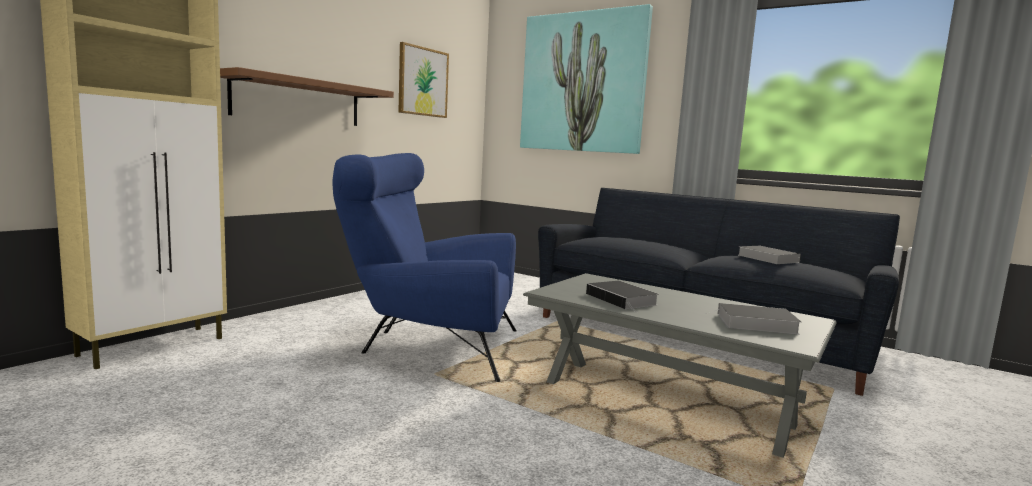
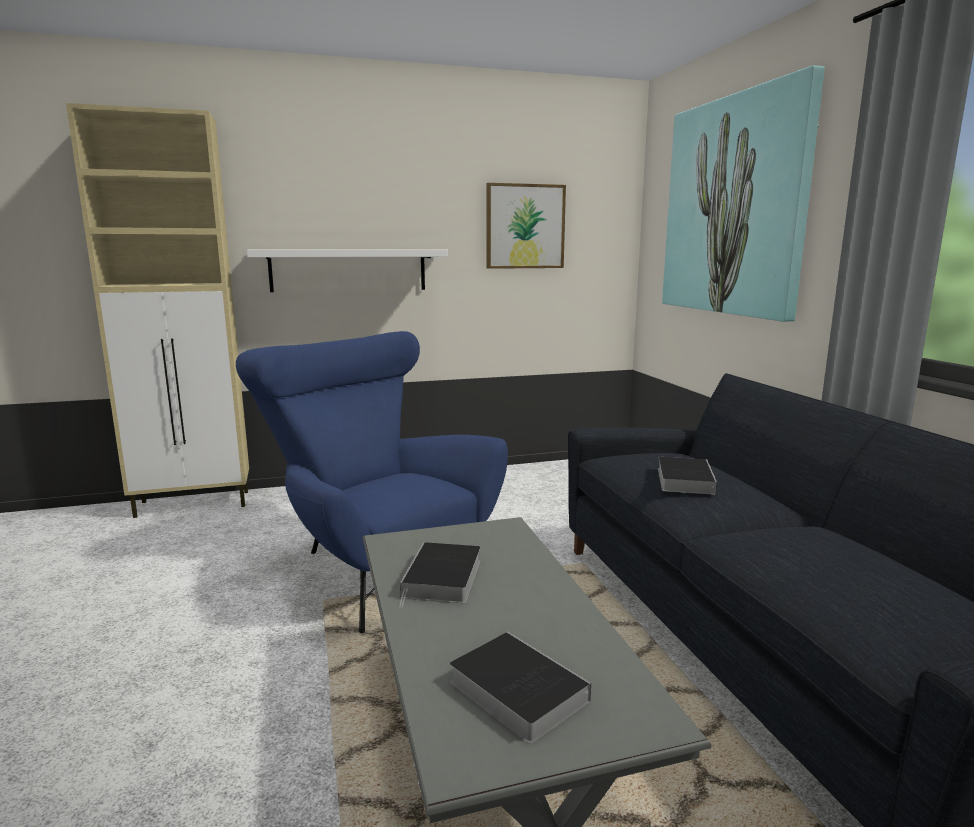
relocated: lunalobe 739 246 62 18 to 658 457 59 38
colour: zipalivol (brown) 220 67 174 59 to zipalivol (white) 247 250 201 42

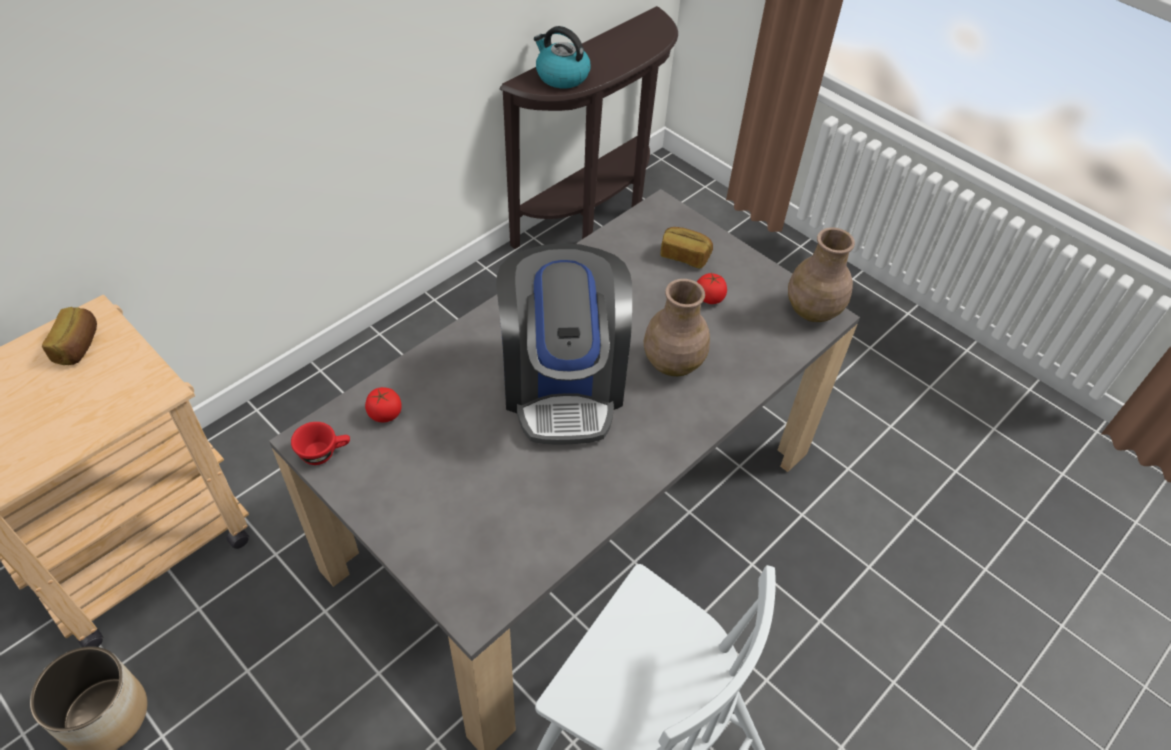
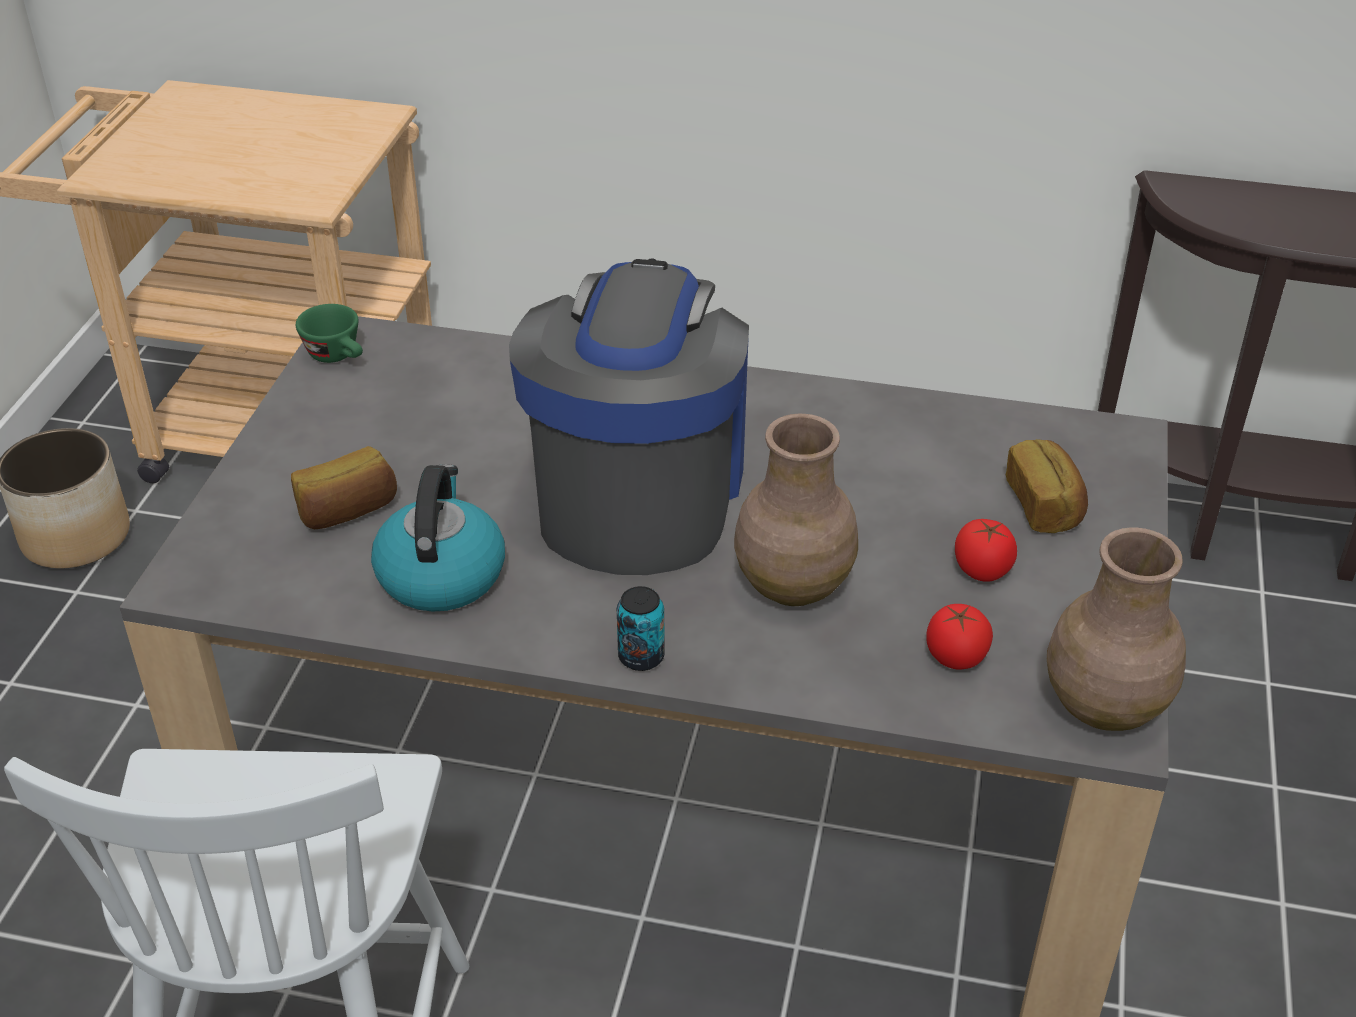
appeared: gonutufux 617 586 48 85
relocated: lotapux 42 307 55 58 to 291 446 106 83; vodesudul 365 387 37 36 to 926 604 67 66; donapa 534 26 57 63 to 371 464 134 148
colour: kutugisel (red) 291 422 59 43 to kutugisel (green) 296 304 67 59
spun: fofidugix 496 243 136 202 = 509 258 240 317 135 degrees clockwise

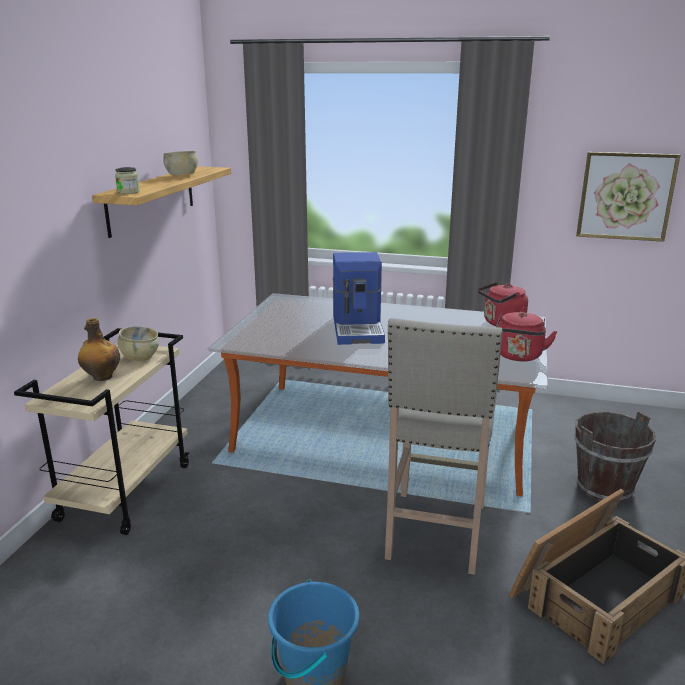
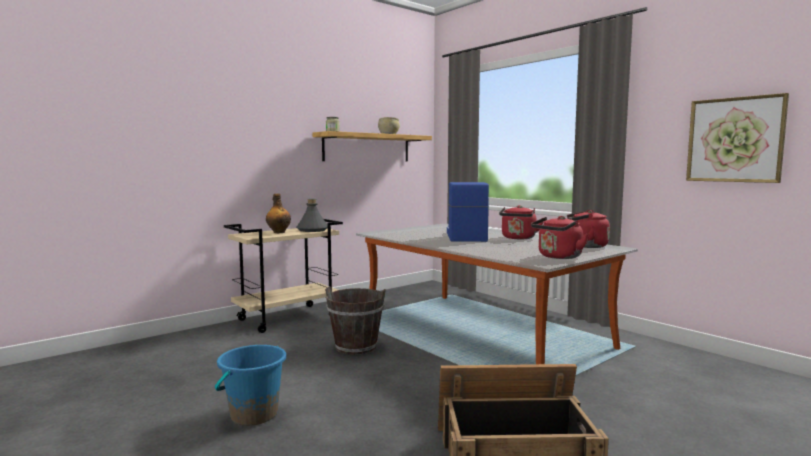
missing: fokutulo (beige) 385 318 118 257
appeared: donapa (red) 499 205 44 34
relocated: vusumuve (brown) 574 411 82 92 to 325 286 61 69
exchanged: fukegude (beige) 118 326 41 35 to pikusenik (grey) 296 199 32 33
spun: fofidugix 333 252 52 93 = 447 182 42 60 150 degrees clockwise

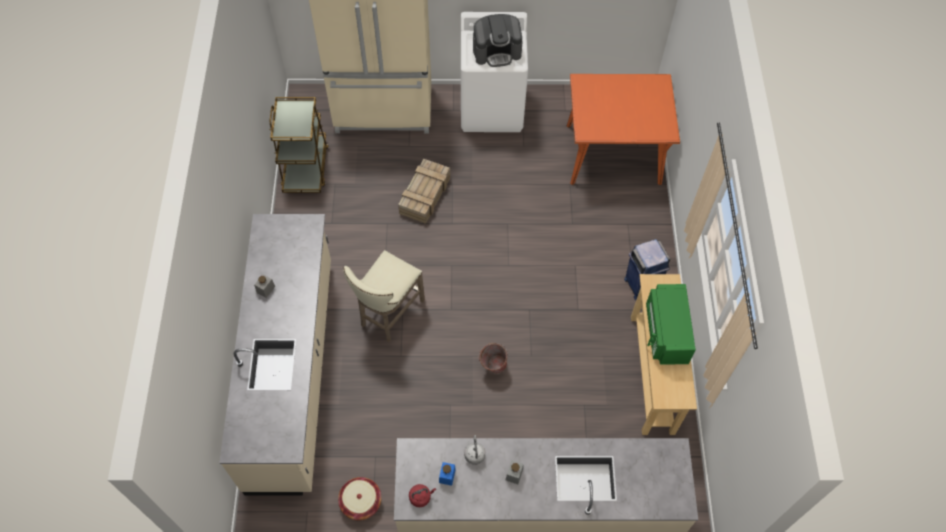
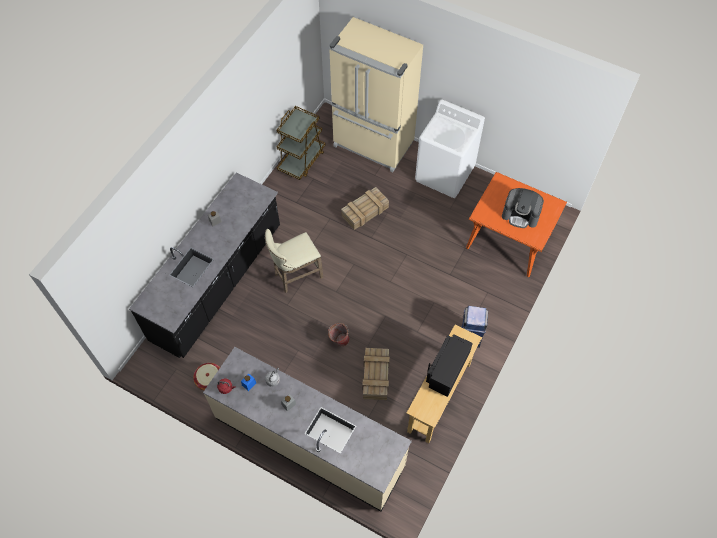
appeared: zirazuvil 362 348 28 52
relocated: fofidugix 473 14 50 53 to 502 188 42 40
colour: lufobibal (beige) 219 214 112 281 to lufobibal (black) 129 173 151 185; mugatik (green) 646 284 50 81 to mugatik (black) 426 334 47 63

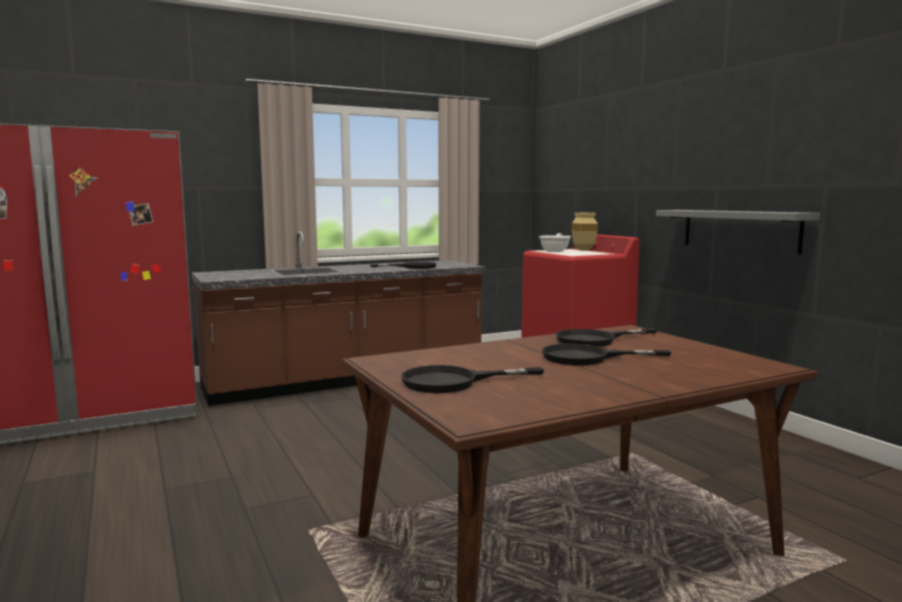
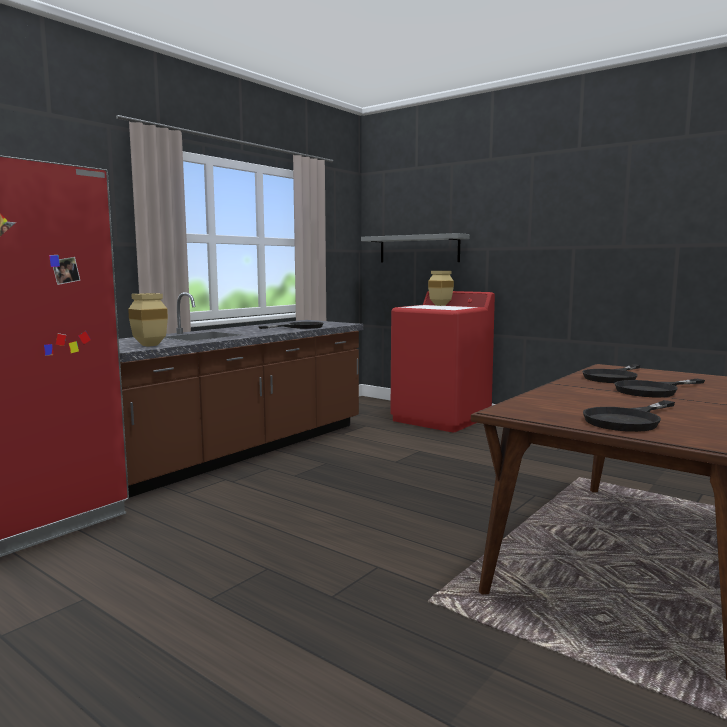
missing: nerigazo 539 233 32 19
appeared: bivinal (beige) 128 293 40 54
relocated: zipalivol (grey) 656 210 164 44 to 361 233 109 30

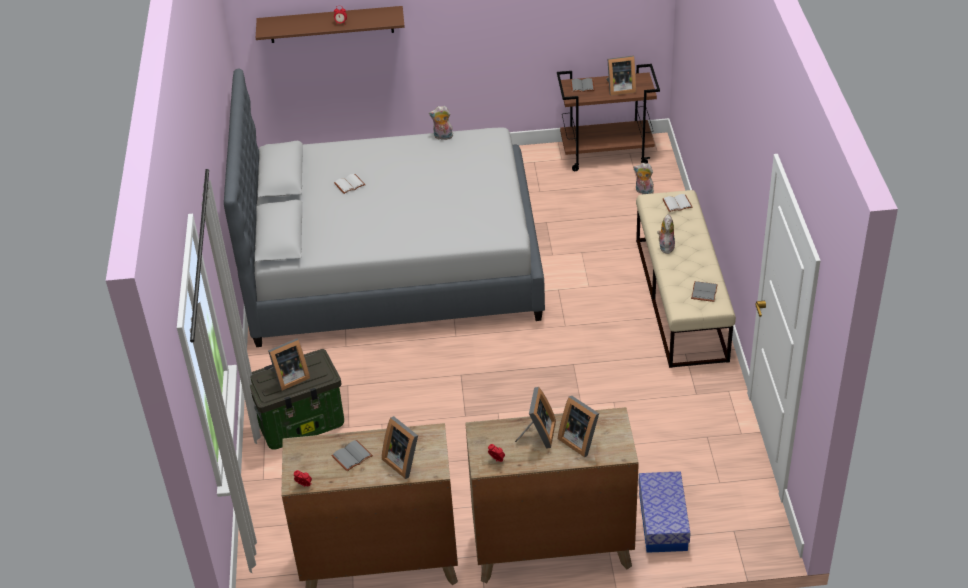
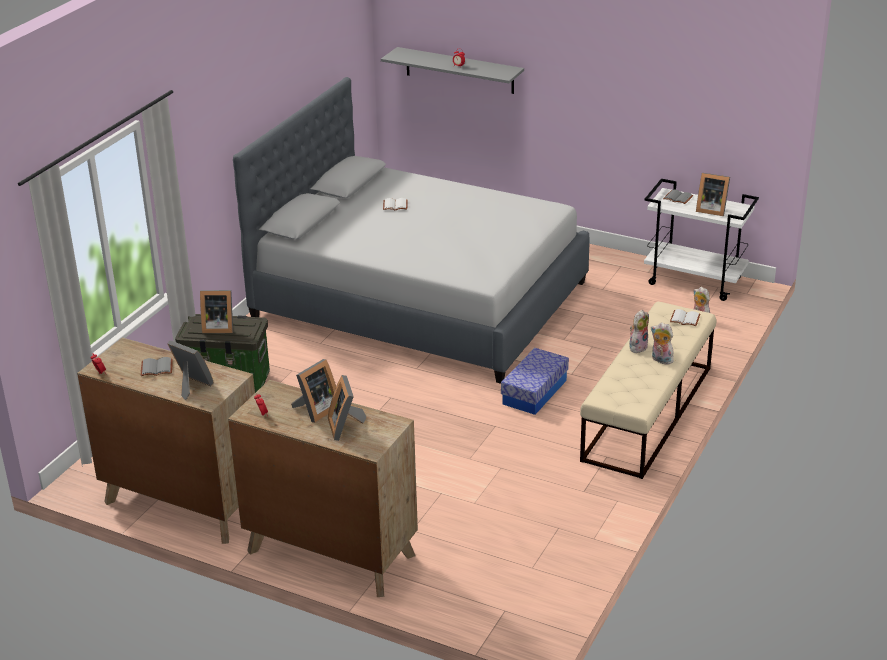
missing: lunalobe (grey) 691 281 27 21
relocated: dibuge 429 106 24 34 to 651 323 23 41; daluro 639 471 52 82 to 501 348 68 67
colour: zipalivol (brown) 256 6 149 37 to zipalivol (grey) 381 47 143 47; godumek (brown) 557 64 103 107 to godumek (white) 644 179 115 122
spun: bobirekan 382 416 36 63 = 167 340 47 60 135 degrees clockwise

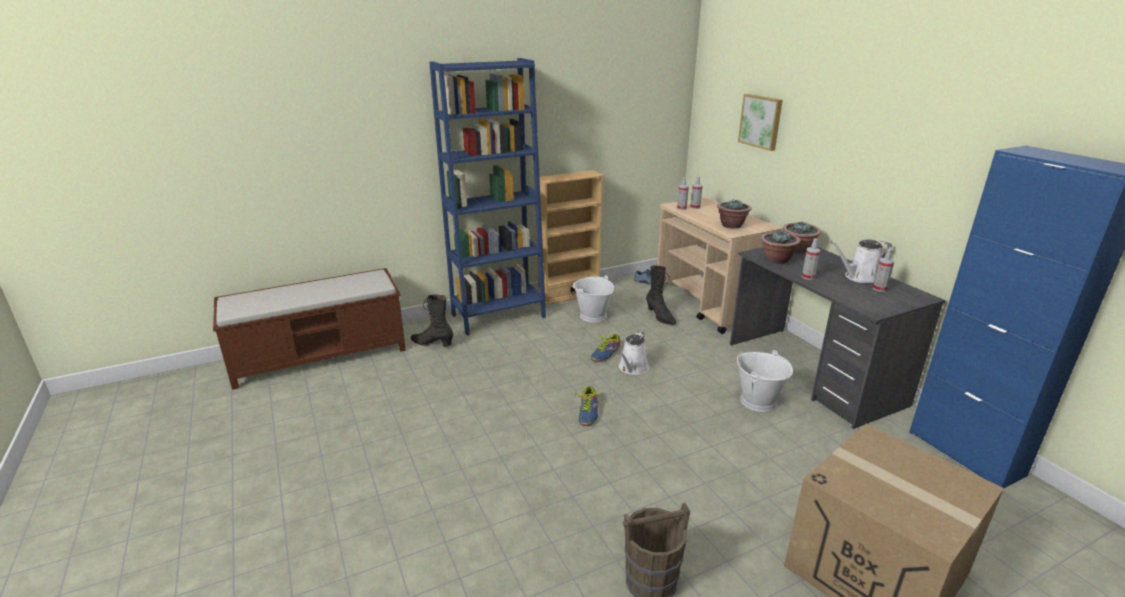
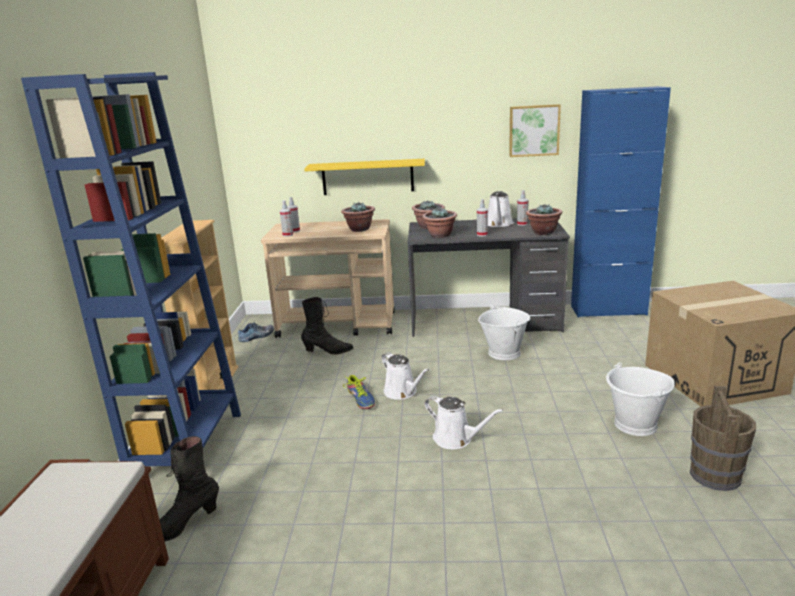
appeared: zipalivol (yellow) 304 159 121 36; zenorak 526 204 36 31
relocated: vusumuve (white) 573 275 41 48 to 606 362 69 74; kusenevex 738 94 45 57 to 509 104 52 53
exchanged: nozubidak 575 386 25 40 to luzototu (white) 425 396 79 53

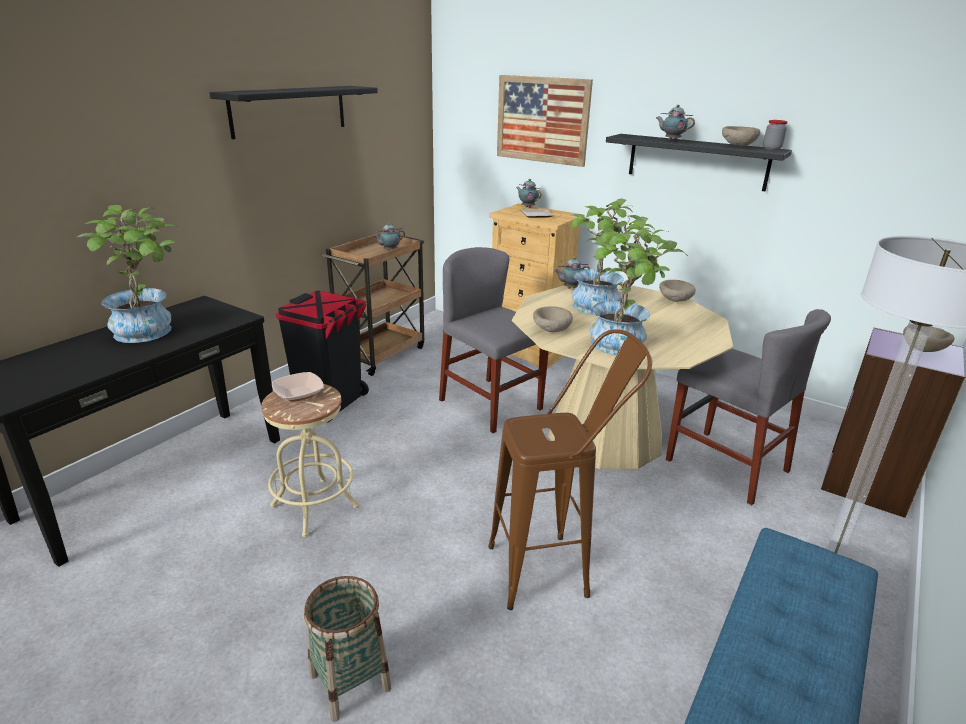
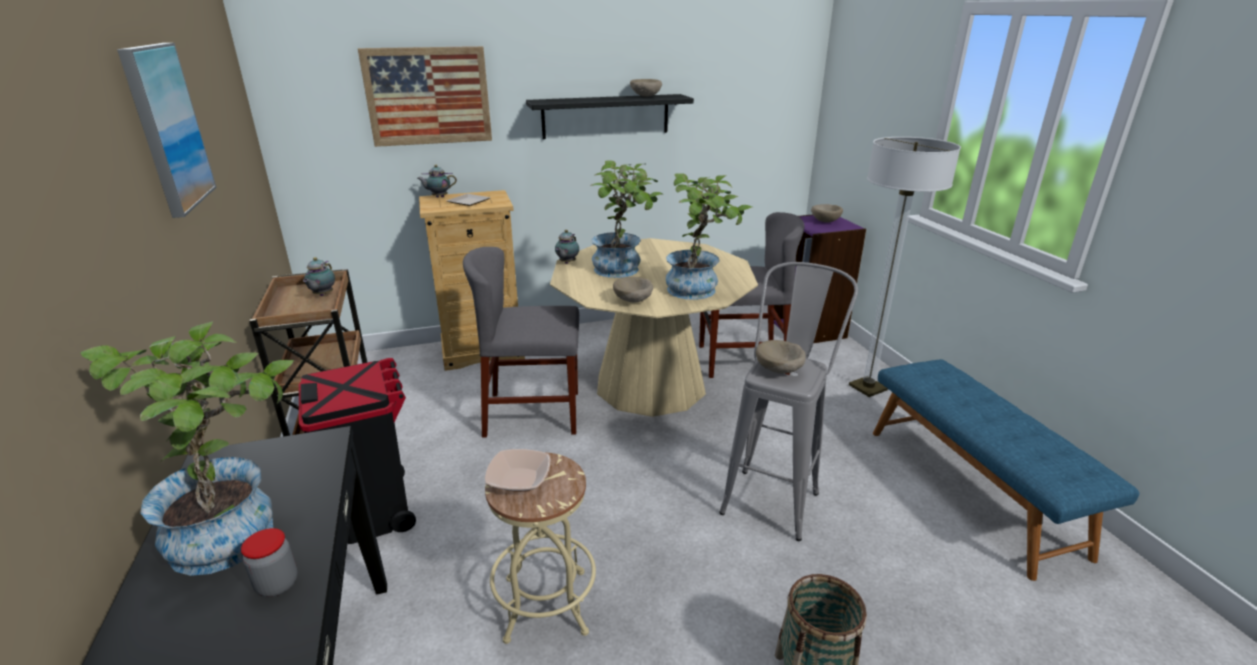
missing: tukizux 656 105 39 36
relocated: fukegude (beige) 659 280 37 22 to 756 340 50 34; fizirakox 763 120 24 30 to 241 528 56 69
exchanged: zipalivol (black) 209 86 169 53 to kusenevex 117 43 100 175
colour: fokutulo (brown) 488 329 164 281 to fokutulo (grey) 719 262 139 279

